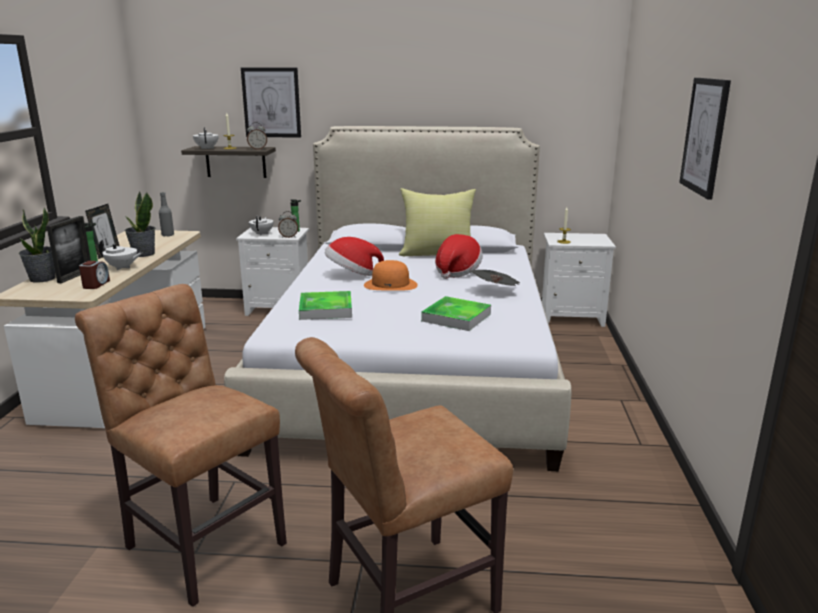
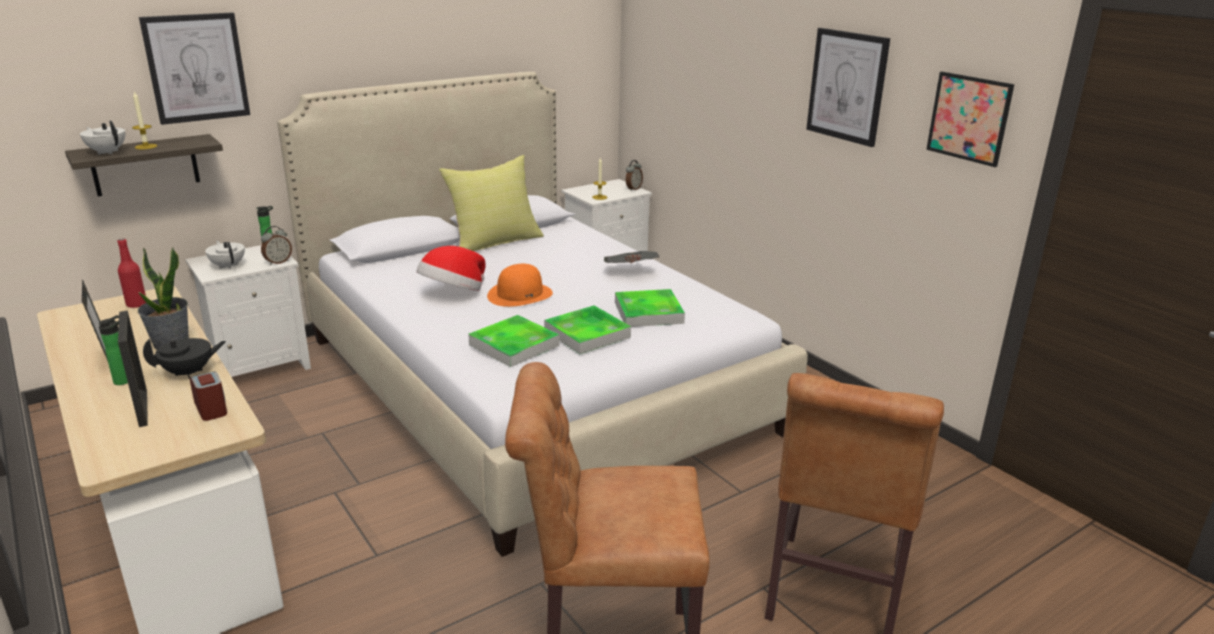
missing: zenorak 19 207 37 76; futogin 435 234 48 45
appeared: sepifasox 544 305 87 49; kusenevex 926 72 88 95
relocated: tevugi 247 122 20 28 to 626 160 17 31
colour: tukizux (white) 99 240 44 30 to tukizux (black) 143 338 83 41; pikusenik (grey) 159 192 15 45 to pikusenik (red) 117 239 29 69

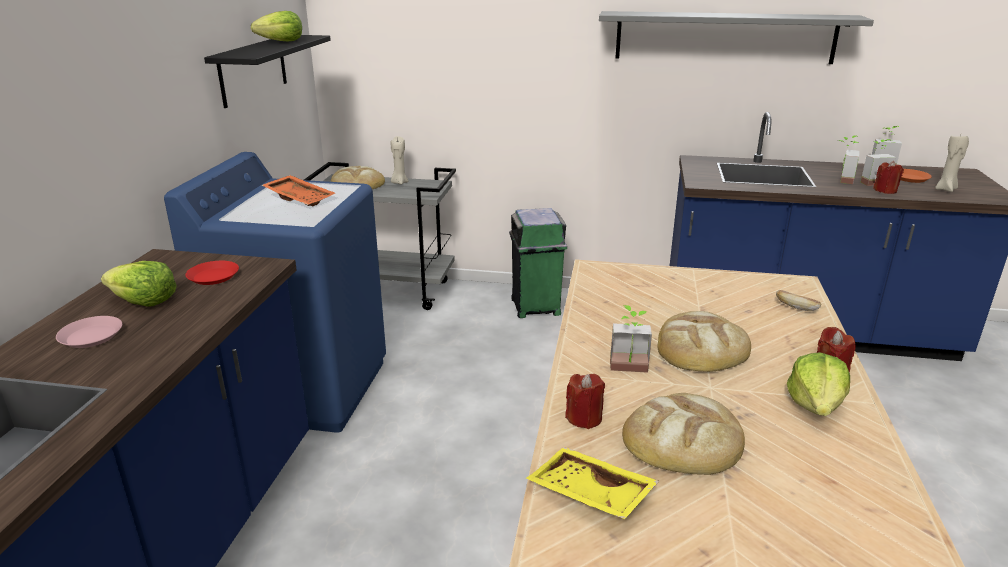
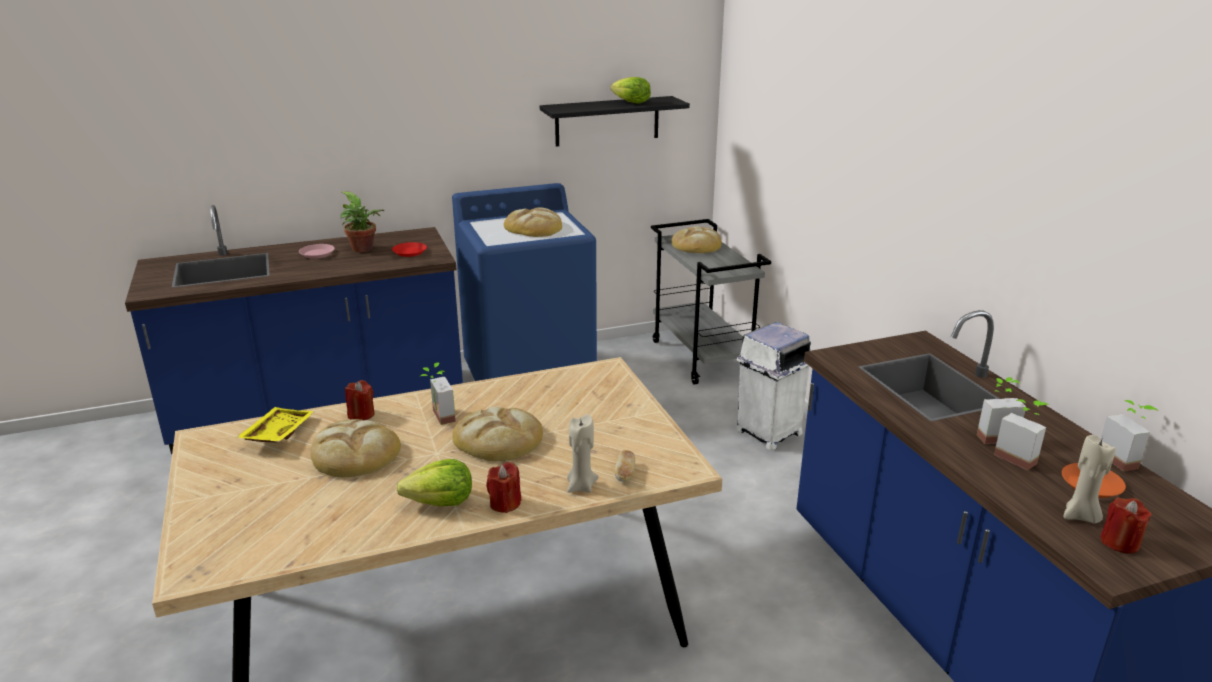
missing: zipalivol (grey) 599 11 275 53
relocated: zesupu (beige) 391 136 17 49 to 567 414 31 79; zesupu (red) 873 161 31 33 to 1100 498 52 56
exchanged: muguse 101 261 76 46 to zenorak 340 191 44 61; sepifasox (orange) 262 175 73 31 to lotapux 504 207 58 30
colour: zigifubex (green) 509 208 58 110 to zigifubex (white) 737 322 74 128

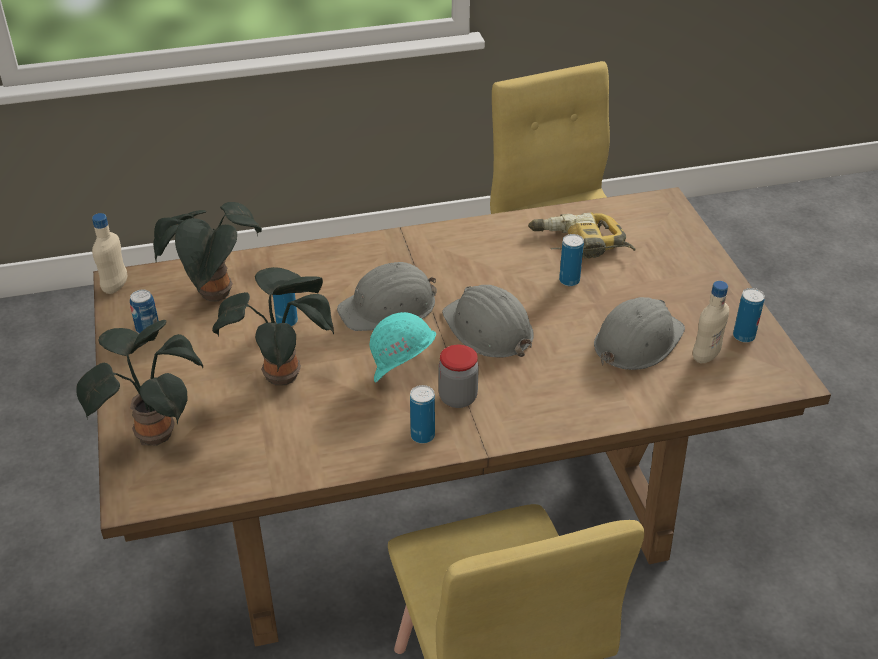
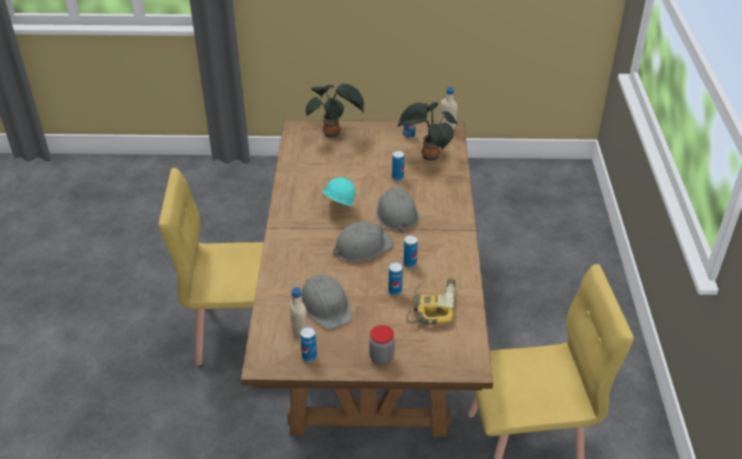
missing: zenorak 212 267 122 118
relocated: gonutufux 410 385 25 59 to 403 235 15 33; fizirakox 438 345 41 63 to 369 325 26 40

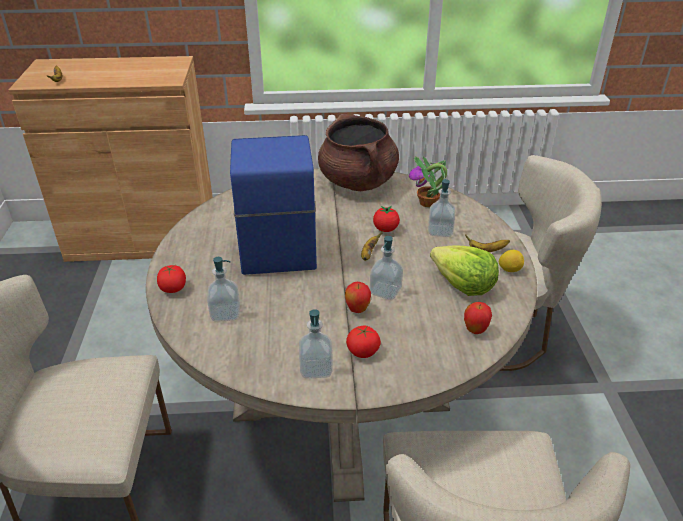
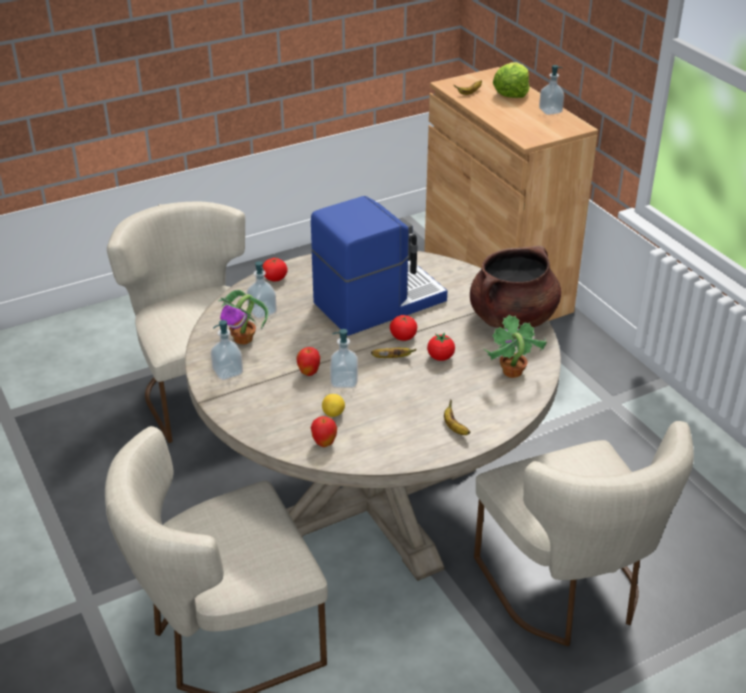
appeared: zenorak 218 290 50 54
relocated: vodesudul 346 325 35 33 to 390 315 27 26; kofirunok 428 179 27 58 to 539 65 25 50; muguse 430 245 69 51 to 493 62 37 36; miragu 498 250 26 22 to 322 394 23 23

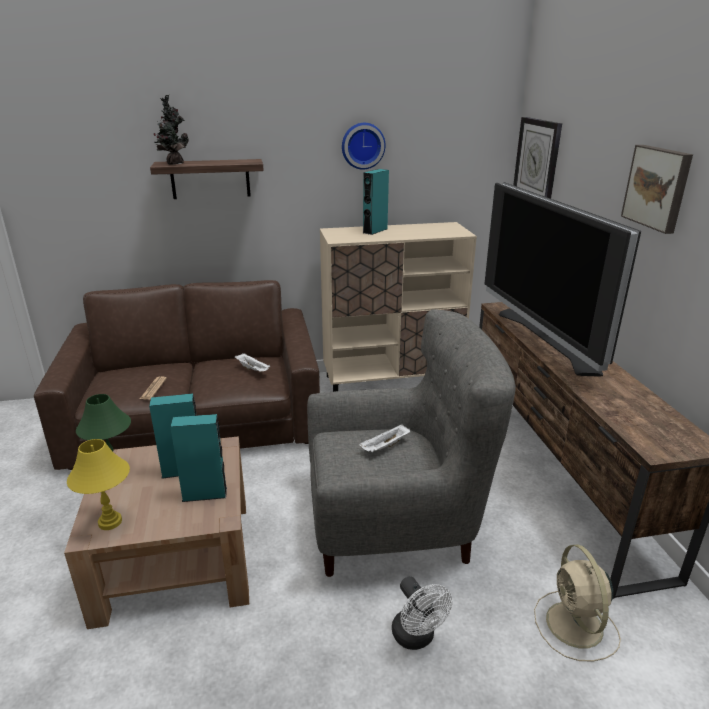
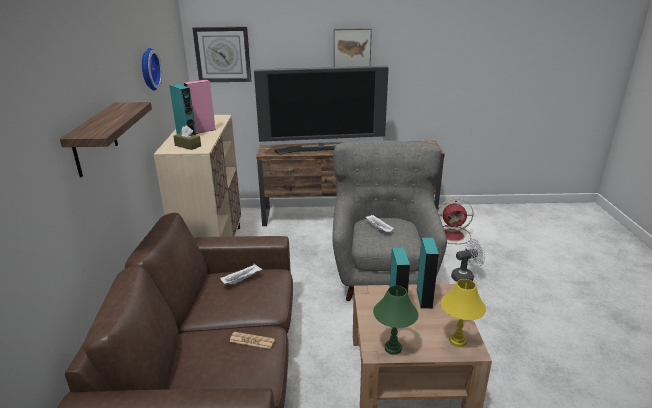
missing: zenorak 154 95 35 70
appeared: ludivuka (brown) 173 126 28 24; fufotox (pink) 184 80 32 54
colour: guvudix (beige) 534 545 87 117 to guvudix (red) 437 198 37 46

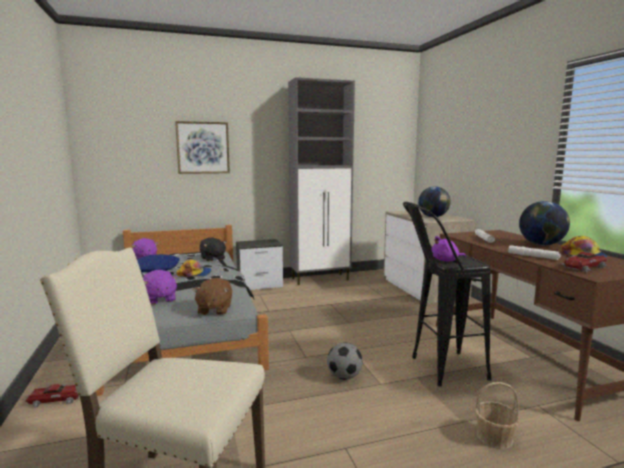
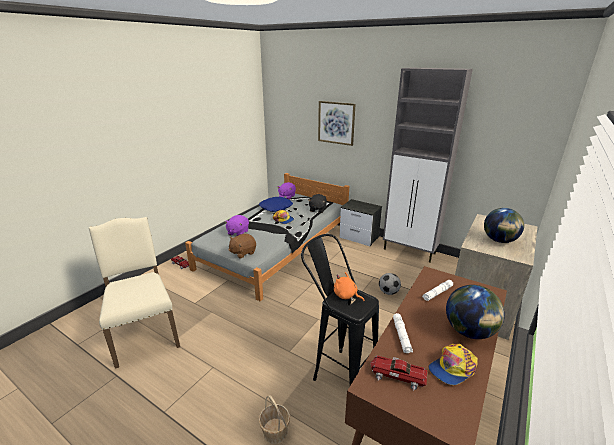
relocated: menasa 327 343 36 37 to 379 273 22 22
colour: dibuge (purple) 431 236 35 25 to dibuge (orange) 334 272 31 29

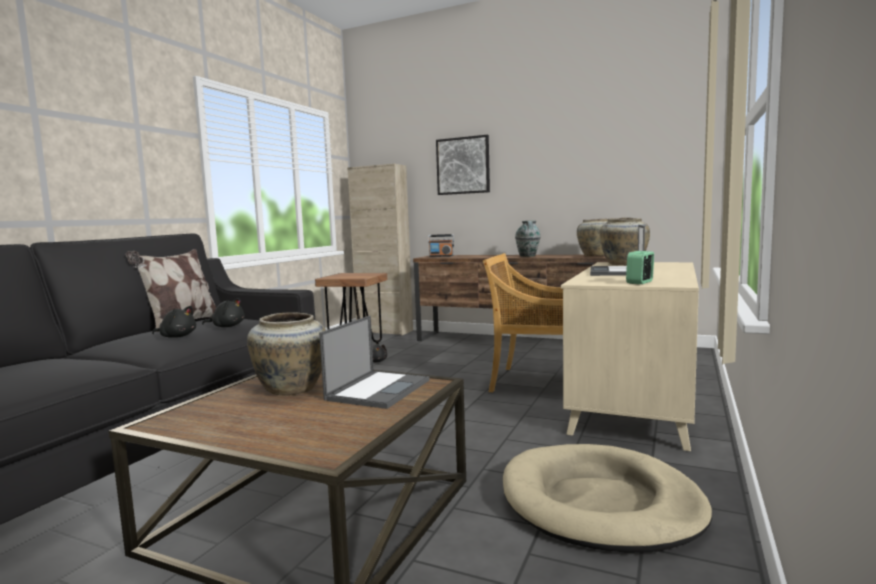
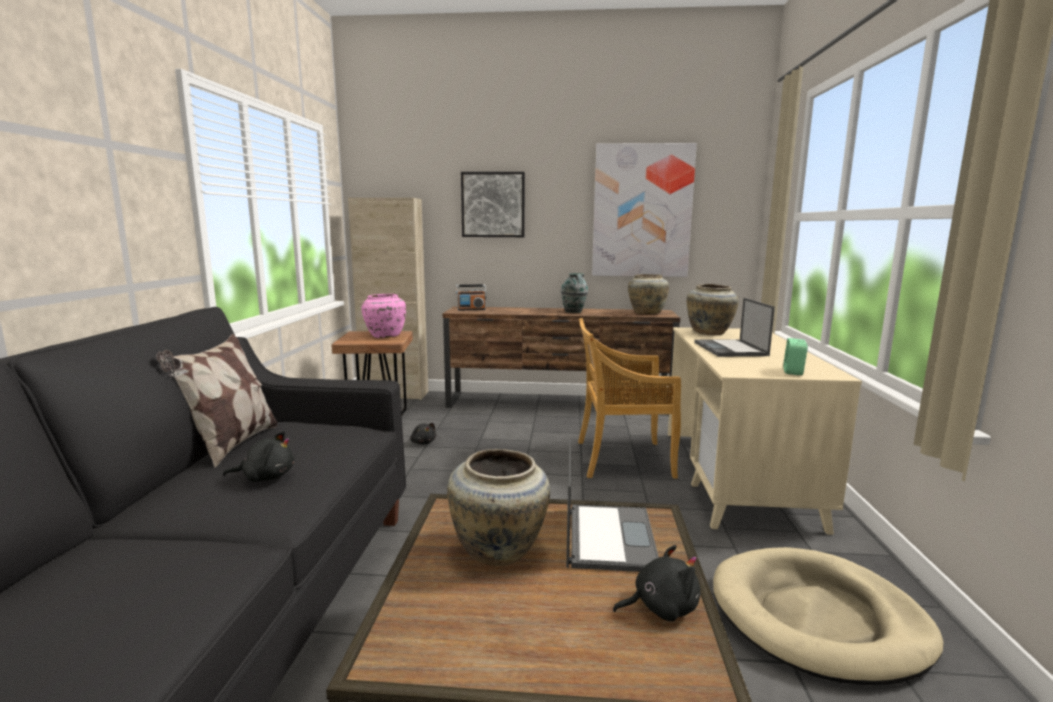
appeared: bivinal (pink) 361 294 45 44; kusenevex 592 143 105 134
relocated: dibuge (black) 202 298 43 29 to 613 545 87 76

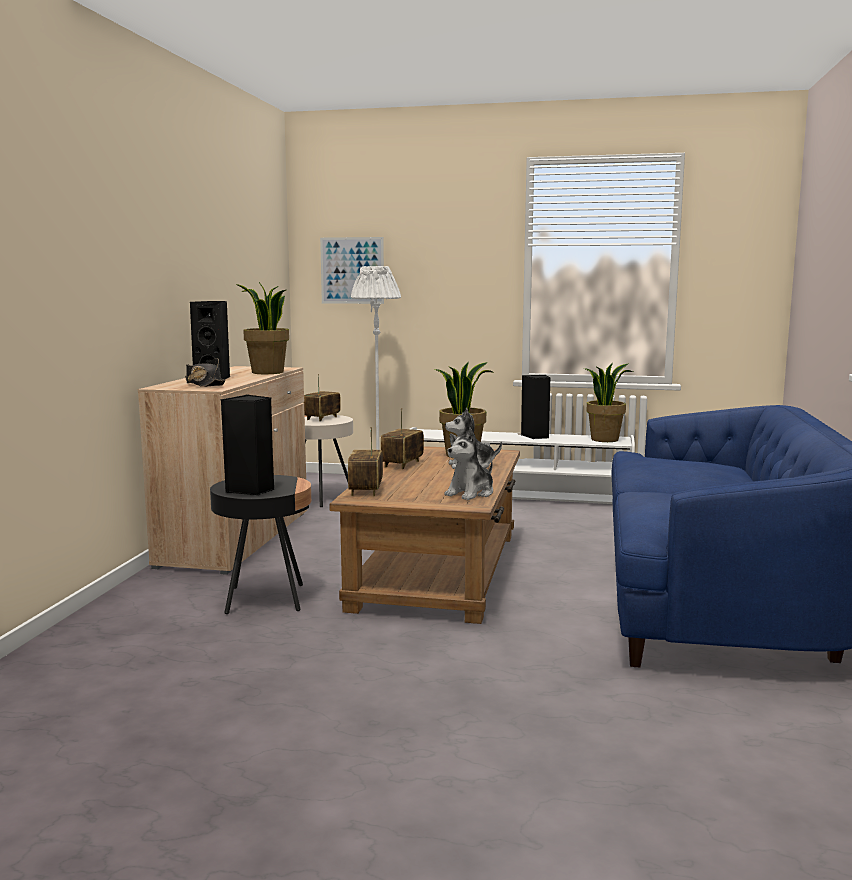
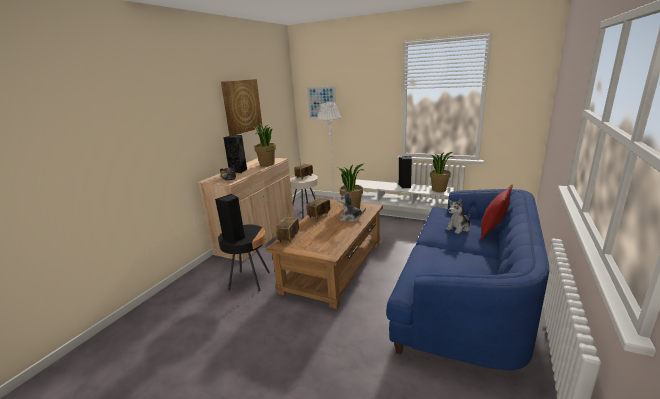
appeared: kusenevex 221 79 41 57; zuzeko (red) 480 184 33 57
relocated: dibuge 444 427 49 73 to 445 199 25 35

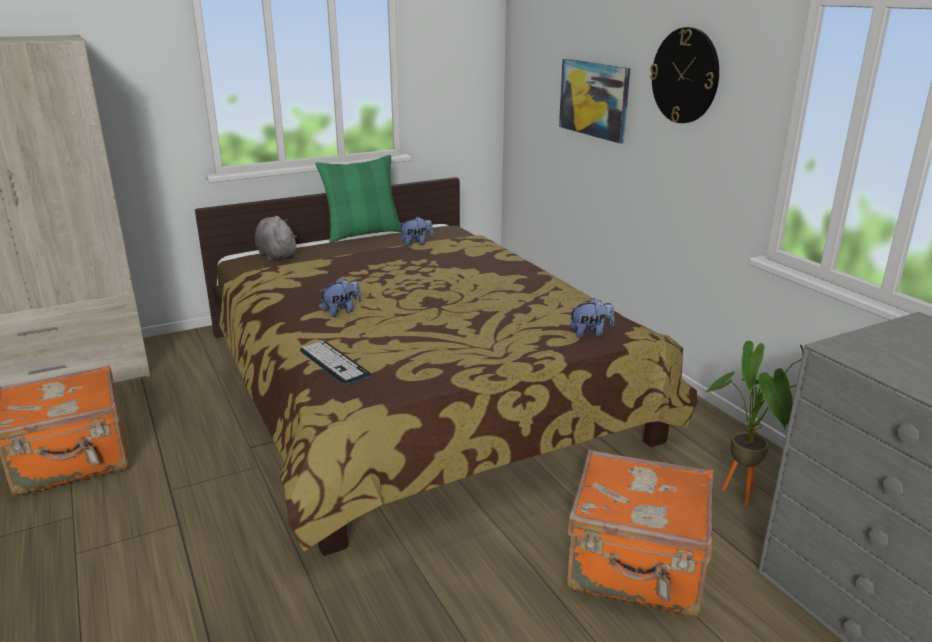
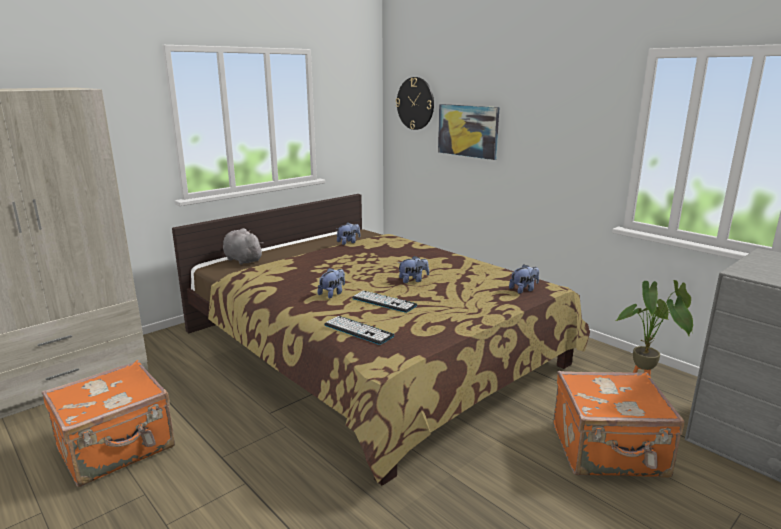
missing: zuzeko (green) 315 155 86 88
appeared: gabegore 352 291 65 22; dibuge 398 256 31 27
relocated: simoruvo 650 27 69 96 to 396 77 38 53

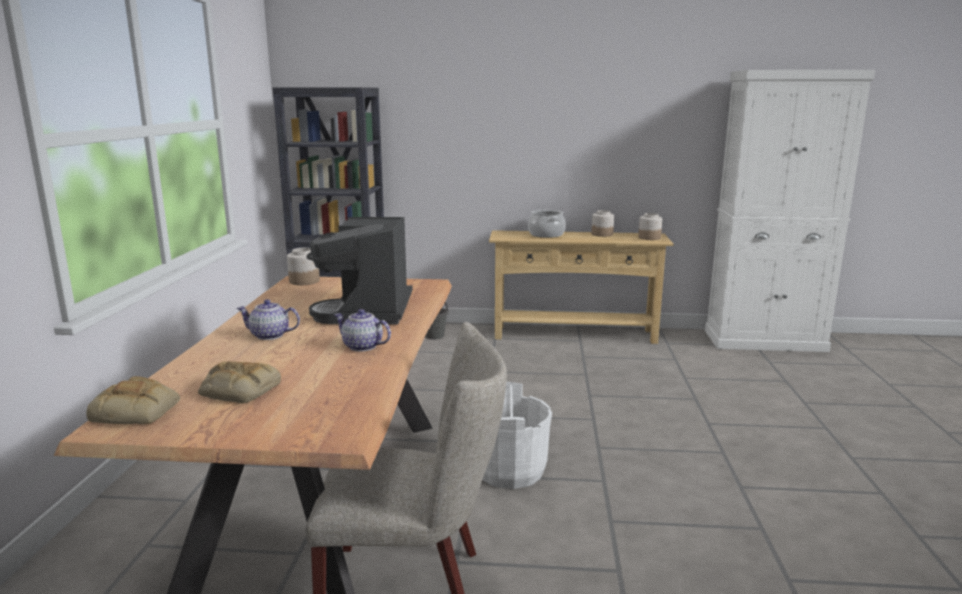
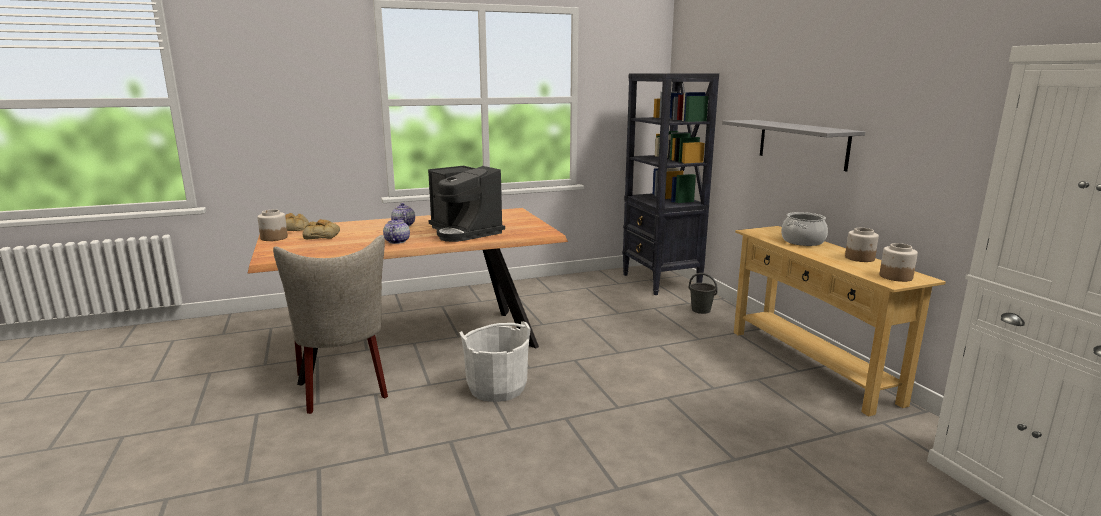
appeared: zipalivol (grey) 722 120 143 51
relocated: fizirakox 287 248 33 37 to 257 210 31 31
spun: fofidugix 306 217 106 107 = 428 166 77 76 105 degrees counterclockwise

